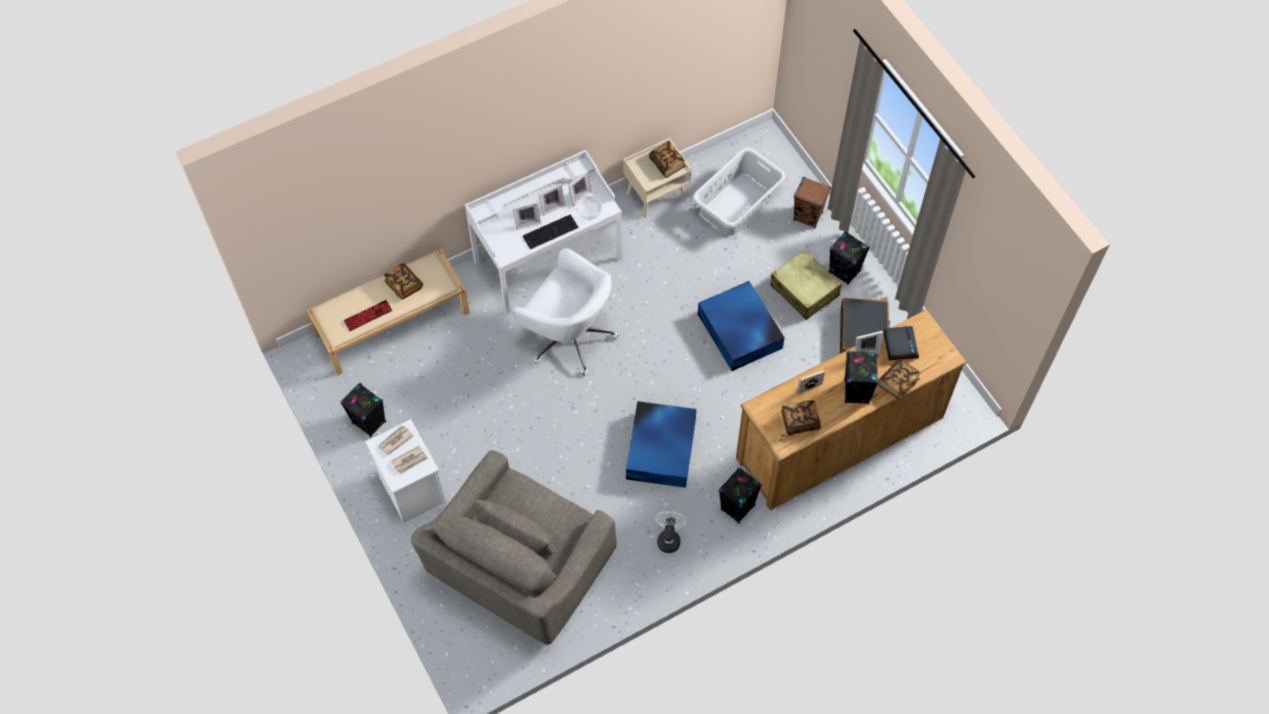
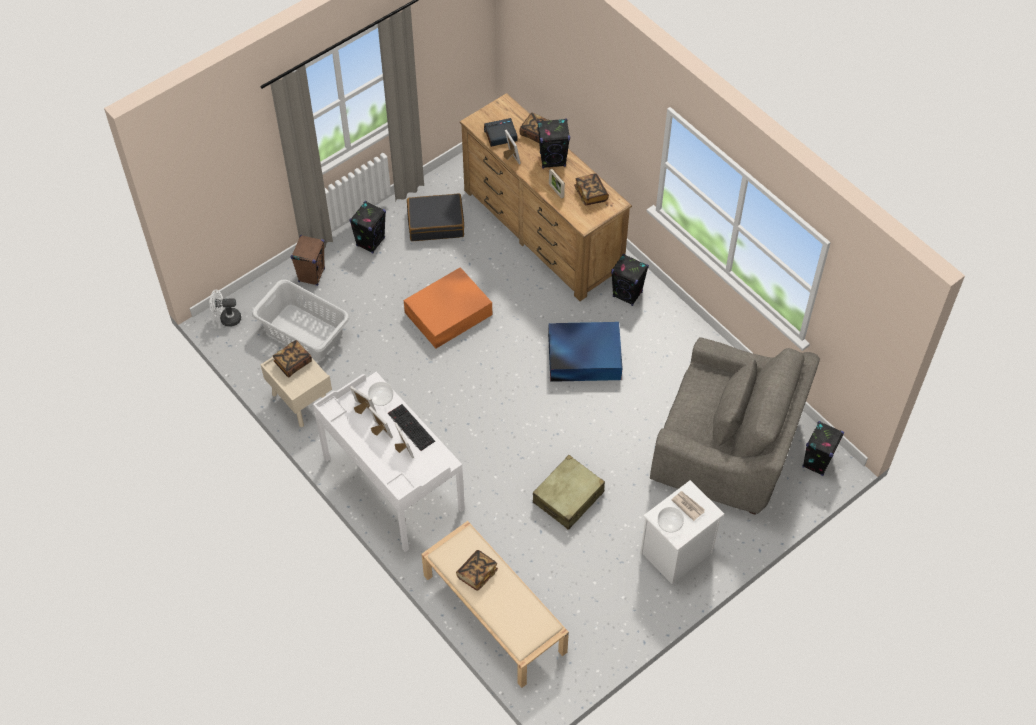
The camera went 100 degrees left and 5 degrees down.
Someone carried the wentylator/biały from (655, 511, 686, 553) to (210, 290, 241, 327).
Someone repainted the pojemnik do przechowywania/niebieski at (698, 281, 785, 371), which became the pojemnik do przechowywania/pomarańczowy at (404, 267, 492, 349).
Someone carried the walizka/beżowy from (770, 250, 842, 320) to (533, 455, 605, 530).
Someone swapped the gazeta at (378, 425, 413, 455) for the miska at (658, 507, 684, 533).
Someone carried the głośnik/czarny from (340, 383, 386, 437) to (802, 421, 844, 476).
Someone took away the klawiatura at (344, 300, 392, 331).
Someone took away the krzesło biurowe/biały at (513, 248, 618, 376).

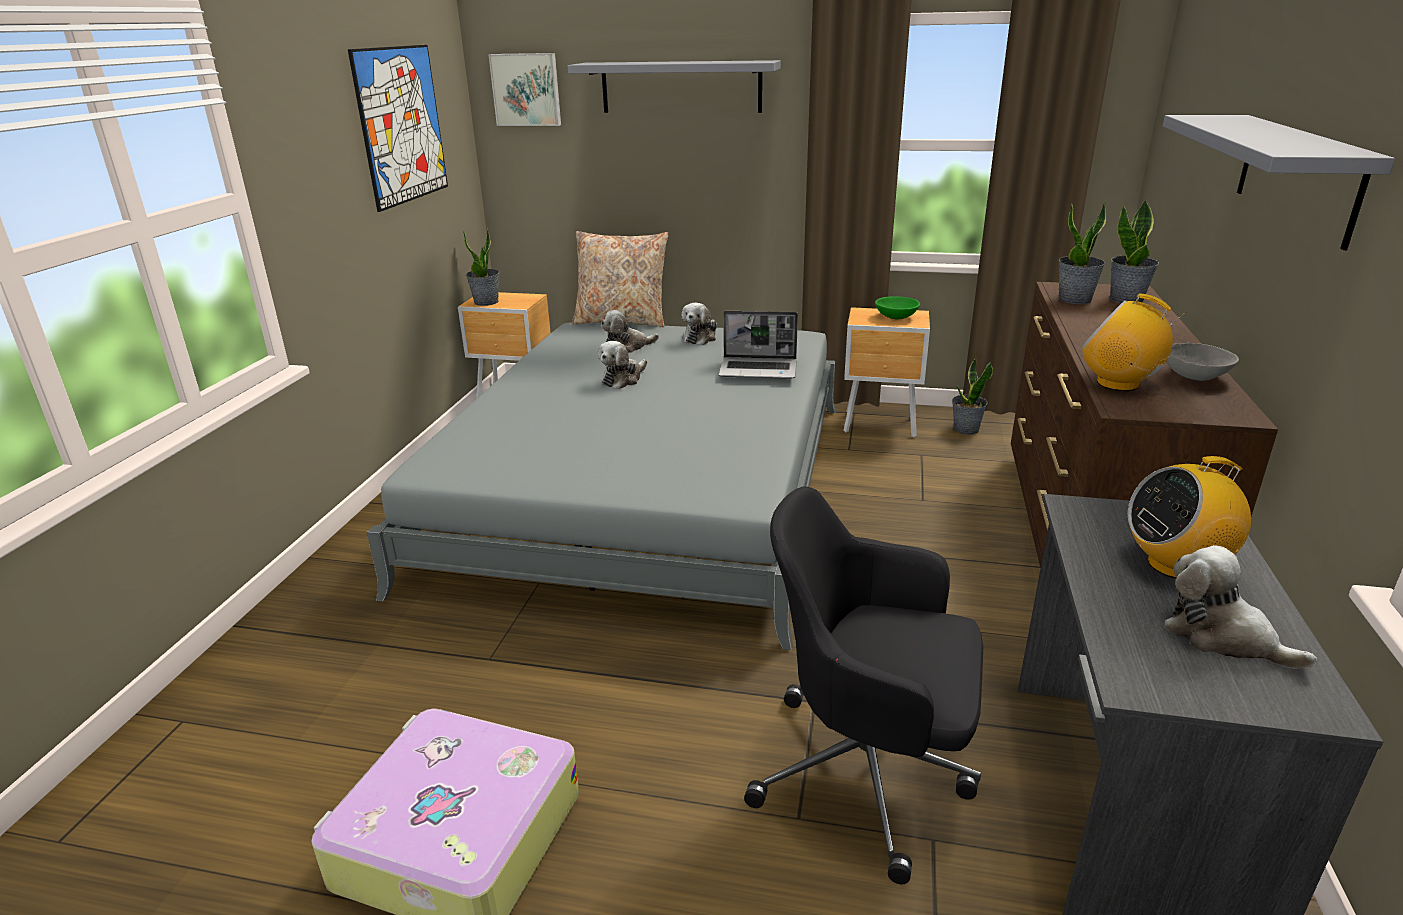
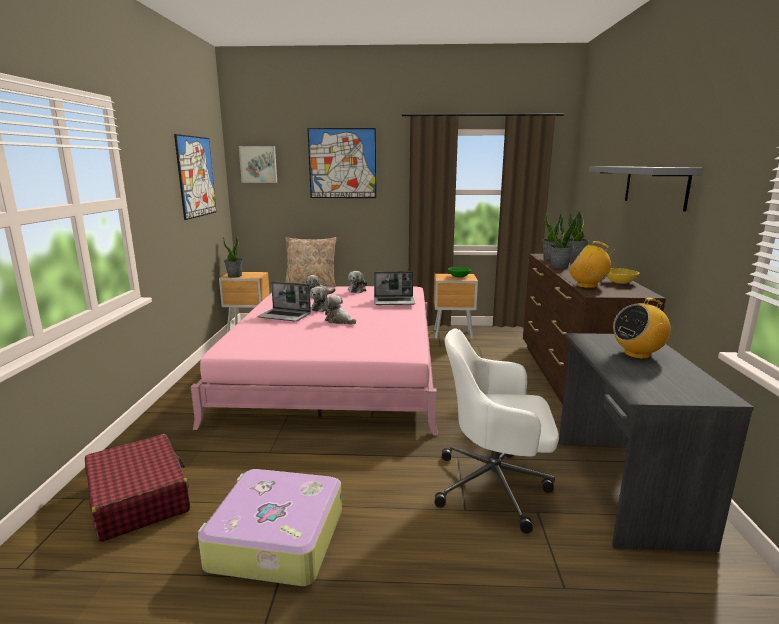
The camera went 10 degrees left and 10 degrees down.
Someone put down the walizka/czerwony at (85, 434, 190, 542).
Someone repainted the łóżko/szary at (367, 323, 836, 651), which became the łóżko/różowy at (191, 286, 438, 436).
Someone put down the laptop at (258, 281, 311, 322).
Someone swapped the półka/szary at (568, 60, 781, 113) for the obraz at (308, 128, 376, 198).
Someone carried the pluszak from (1164, 545, 1317, 669) to (324, 295, 356, 325).
Someone repainted the krzesło biurowe/czarny at (744, 486, 983, 884), which became the krzesło biurowe/biały at (435, 328, 559, 533).
Someone carried the roślina doniczkowa from (952, 356, 993, 435) to (549, 216, 577, 269).
Someone repainted the miska/szary at (1166, 343, 1239, 381), which became the miska/żółty at (607, 268, 639, 284).

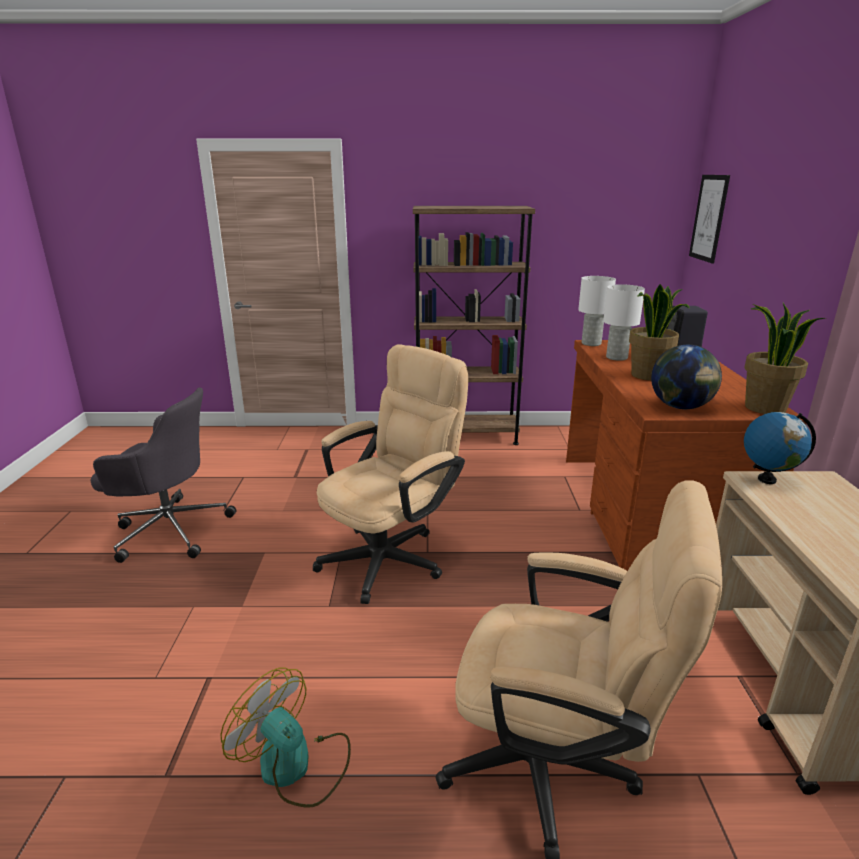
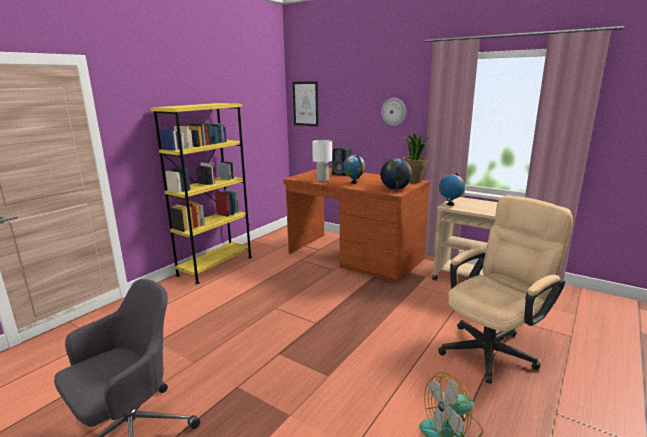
The camera went 55 degrees left and 5 degrees down.
Someone repainted the regał/brązowy at (413, 206, 535, 445), which became the regał/żółty at (151, 103, 252, 284).
Someone swapped the roślina doniczkowa at (629, 284, 690, 380) for the globus at (343, 155, 365, 184).
Someone put up the zegar ścienny at (381, 98, 406, 126).
Someone took away the krzesło biurowe/beżowy at (313, 344, 468, 604).
Someone took away the lampa stołowa/biały at (578, 276, 616, 346).

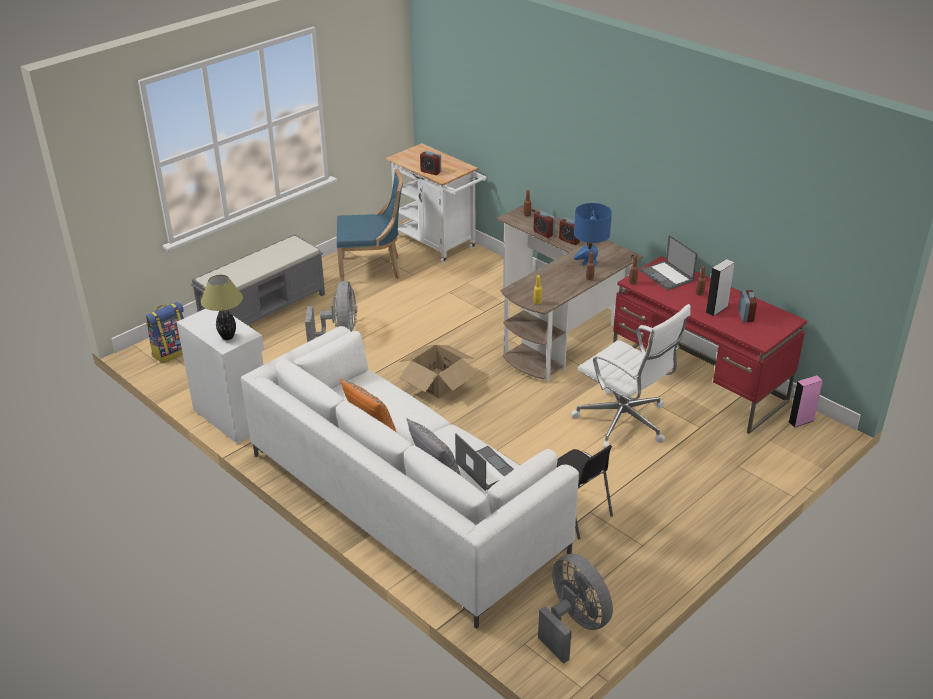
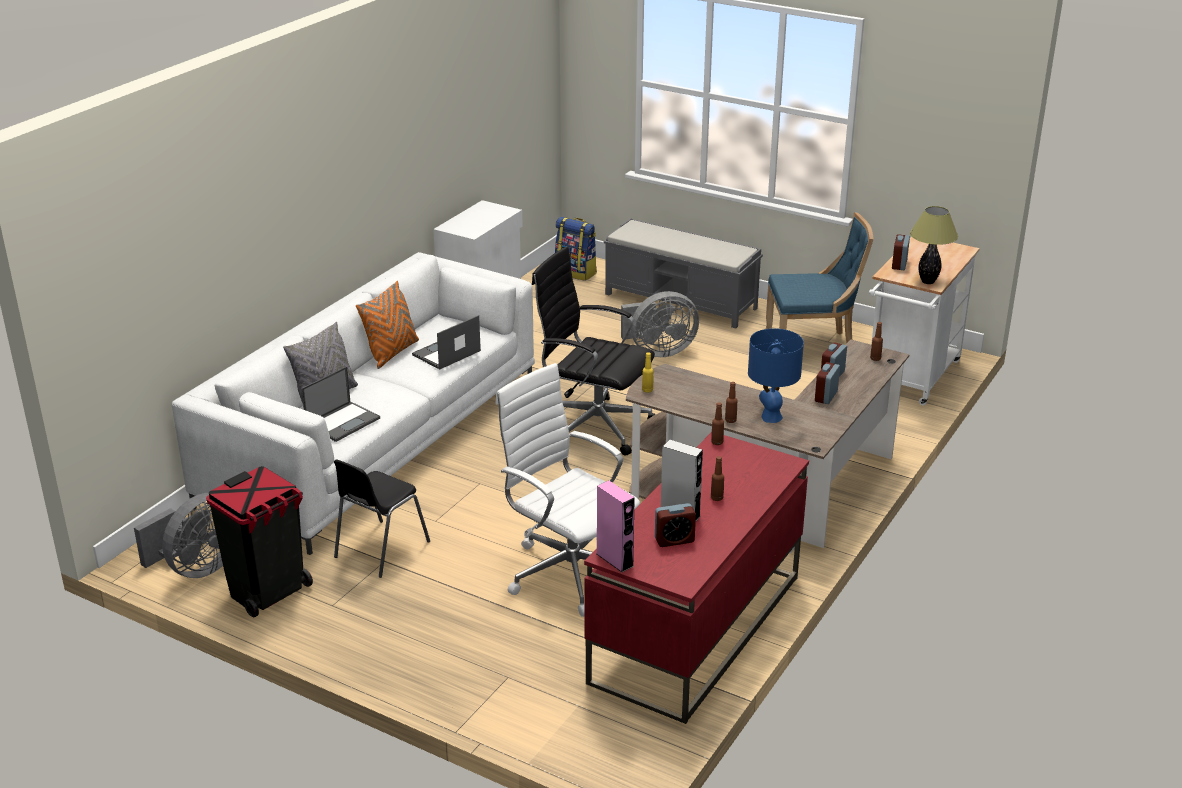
The camera went 75 degrees right and 5 degrees down.
Someone put down the kosz na śmieci/czarny at (206, 466, 313, 617).
Someone carried the laptop from (640, 235, 698, 290) to (412, 315, 481, 370).
Someone rotated the krzesło biurowe/biały at (571, 304, 691, 449) by 105 degrees clockwise.
Someone swapped the karton at (399, 345, 477, 398) for the krzesło biurowe/czarny at (532, 247, 655, 456).
Someone carried the głośnik/różowy from (789, 375, 823, 428) to (597, 481, 635, 572).
Someone rotated the krzesło/niebieski at (337, 169, 403, 282) by 75 degrees counterclockwise.
Someone carried the lampa stołowa from (201, 275, 243, 340) to (910, 206, 958, 284).

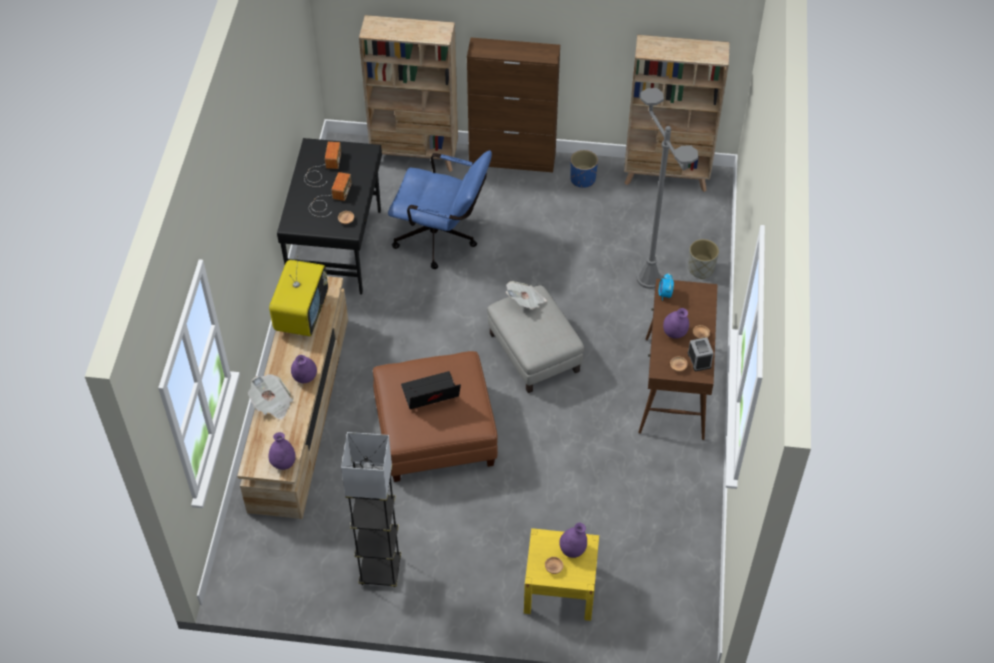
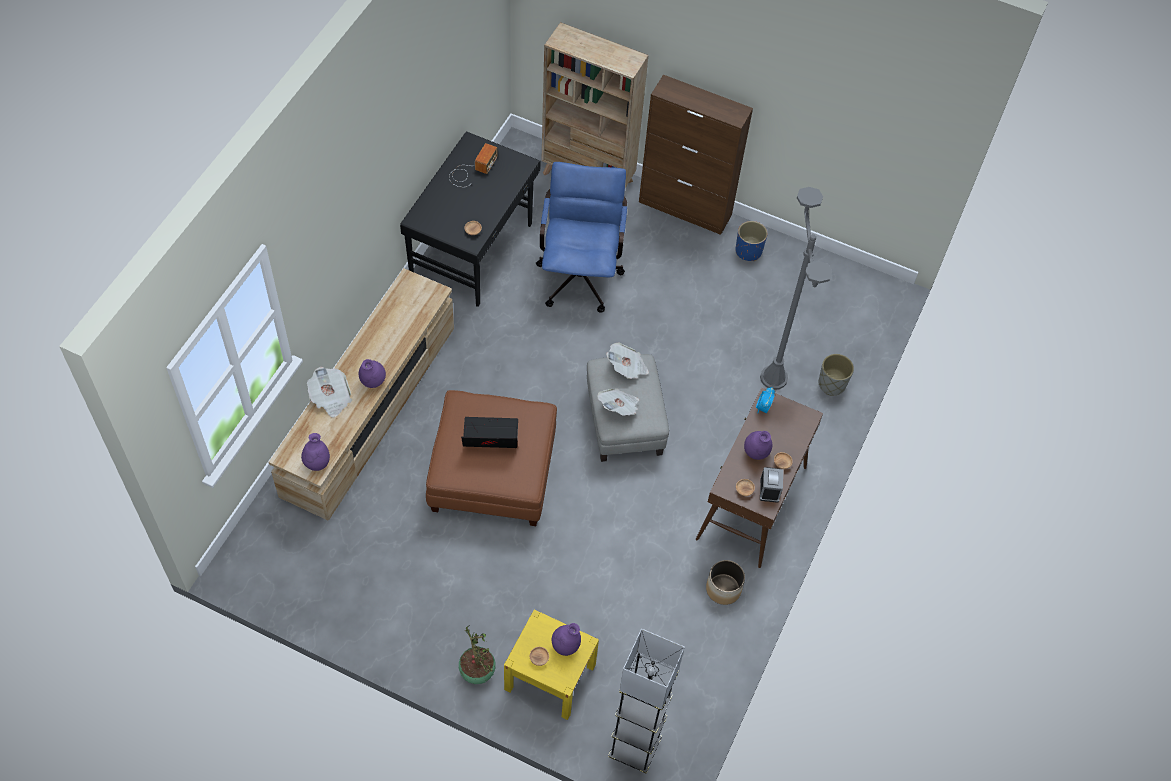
The camera went 15 degrees right and 5 degrees up.
Someone put down the roślina doniczkowa at (459, 625, 496, 684).
Someone rotated the krzesło biurowe/niebieski at (388, 150, 492, 269) by 120 degrees counterclockwise.
Someone put down the gazeta at (597, 388, 639, 416).
Someone carried the lampa stojąca/szary from (341, 432, 401, 588) to (608, 629, 685, 773).
Someone put down the donica at (706, 560, 745, 605).
Someone took away the telewizor at (269, 255, 328, 336).
Someone took away the radio at (309, 172, 352, 217).
Someone took away the regał/beżowy at (624, 35, 730, 192).

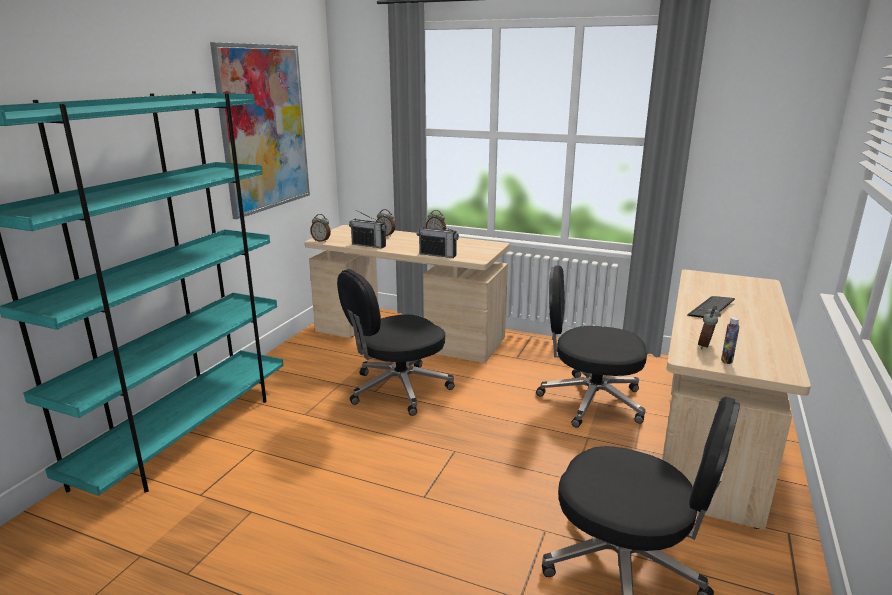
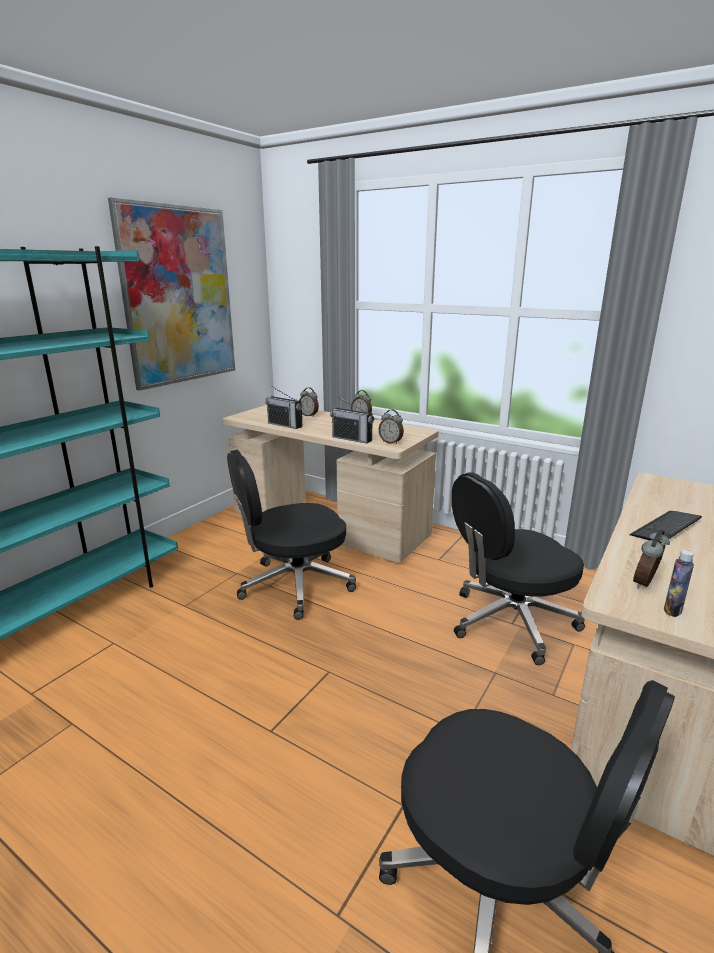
The camera went 10 degrees right and 0 degrees up.
Someone carried the budzik from (310, 214, 331, 242) to (379, 409, 404, 444).
Someone rotated the krzesło biurowe/czarny at (536, 266, 647, 428) by 45 degrees counterclockwise.

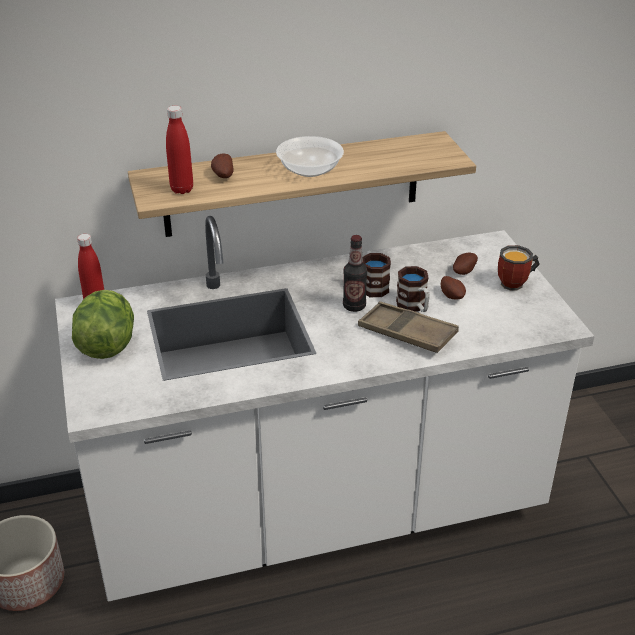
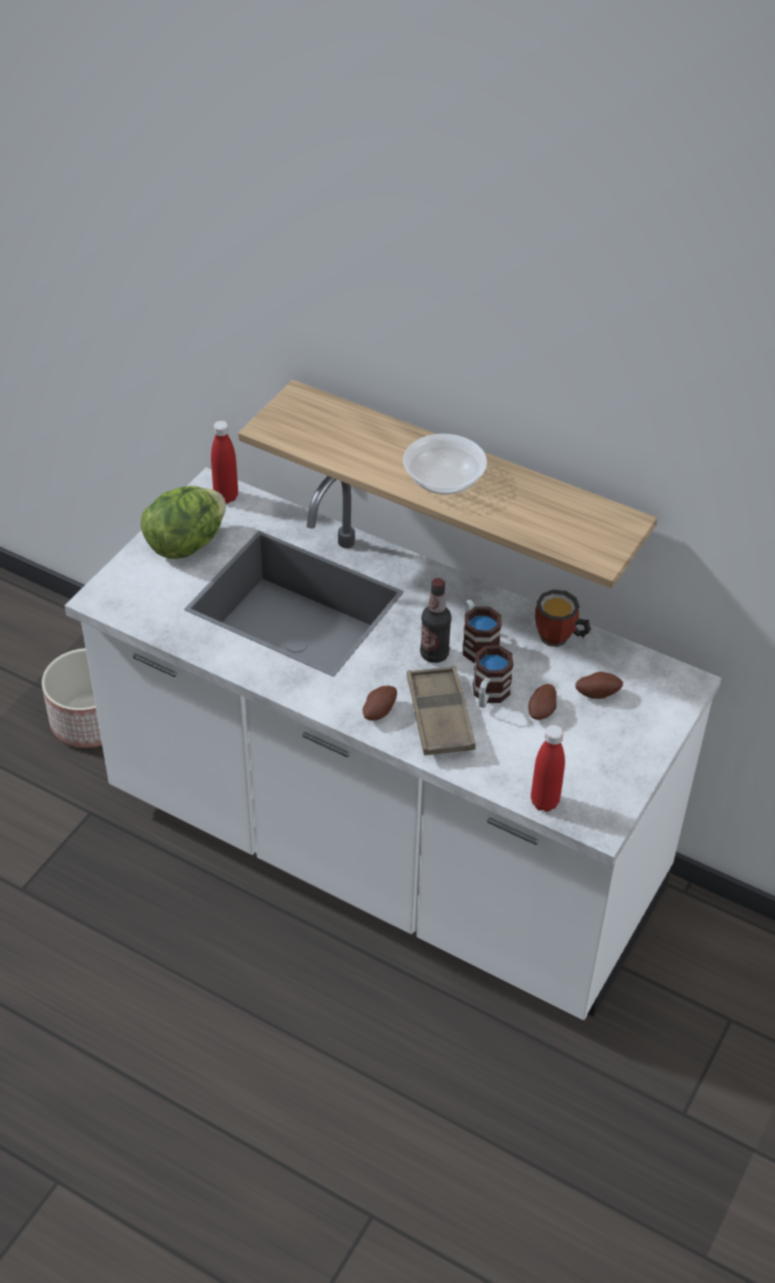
The camera went 45 degrees right and 10 degrees up.
Someone carried the ziemniak from (211, 154, 234, 178) to (363, 686, 397, 720).
Someone carried the butelka/czerwony from (166, 106, 193, 194) to (531, 725, 565, 812).
Someone carried the kubek from (498, 245, 540, 291) to (535, 589, 591, 647).

